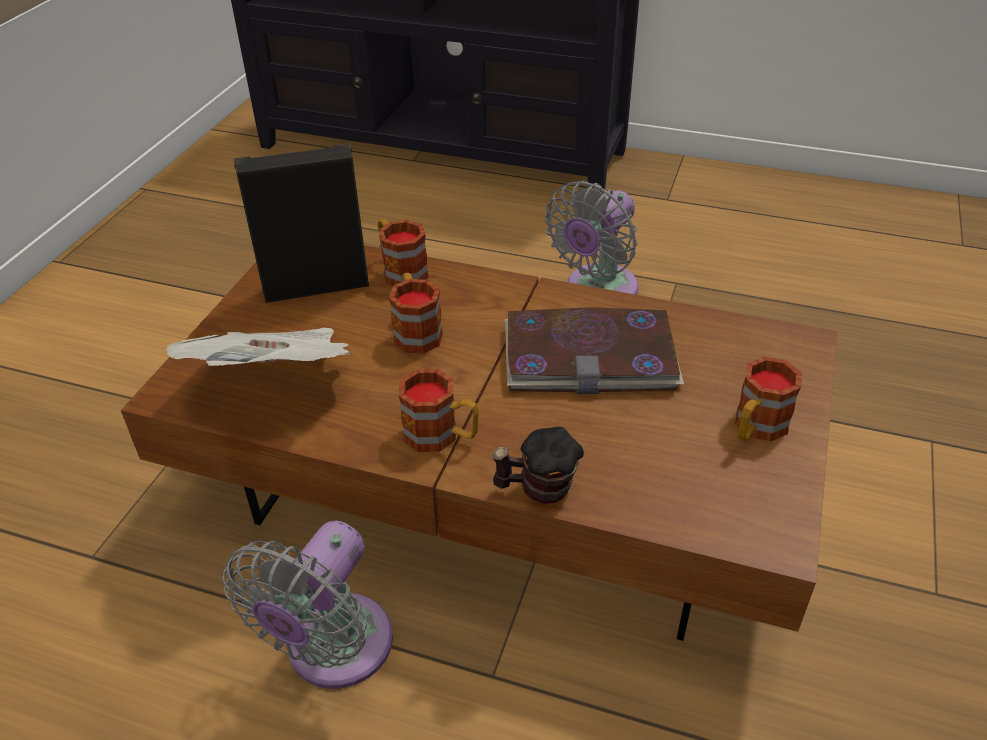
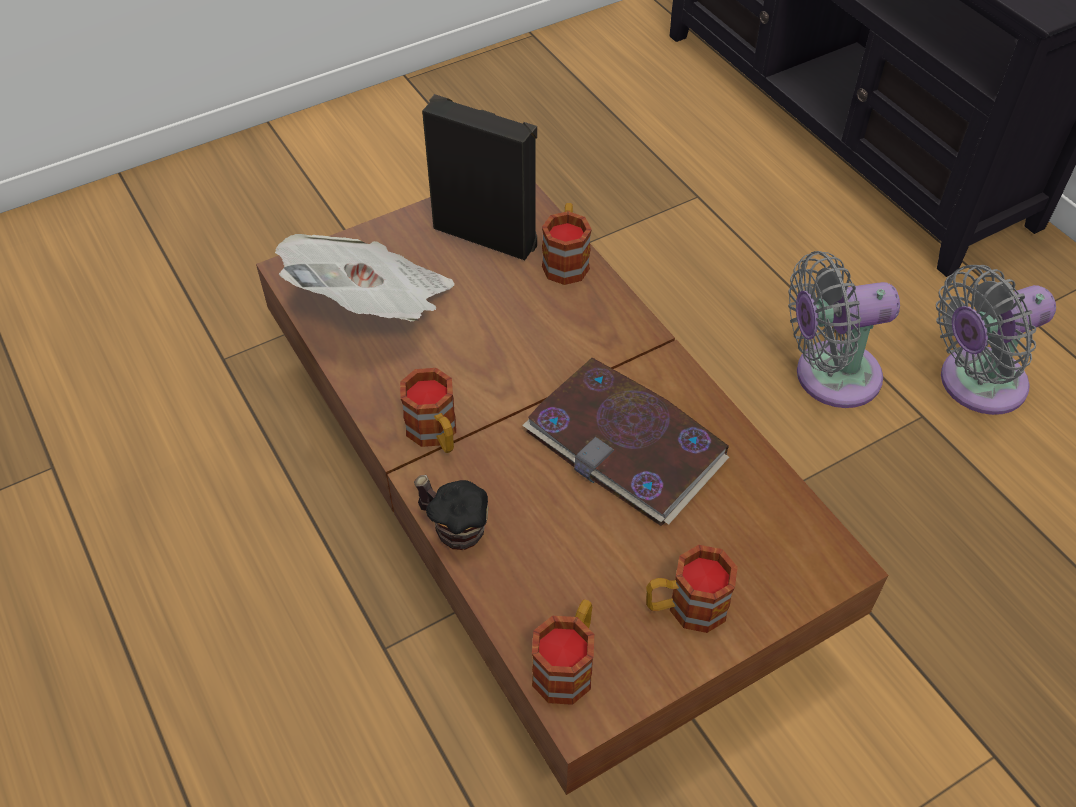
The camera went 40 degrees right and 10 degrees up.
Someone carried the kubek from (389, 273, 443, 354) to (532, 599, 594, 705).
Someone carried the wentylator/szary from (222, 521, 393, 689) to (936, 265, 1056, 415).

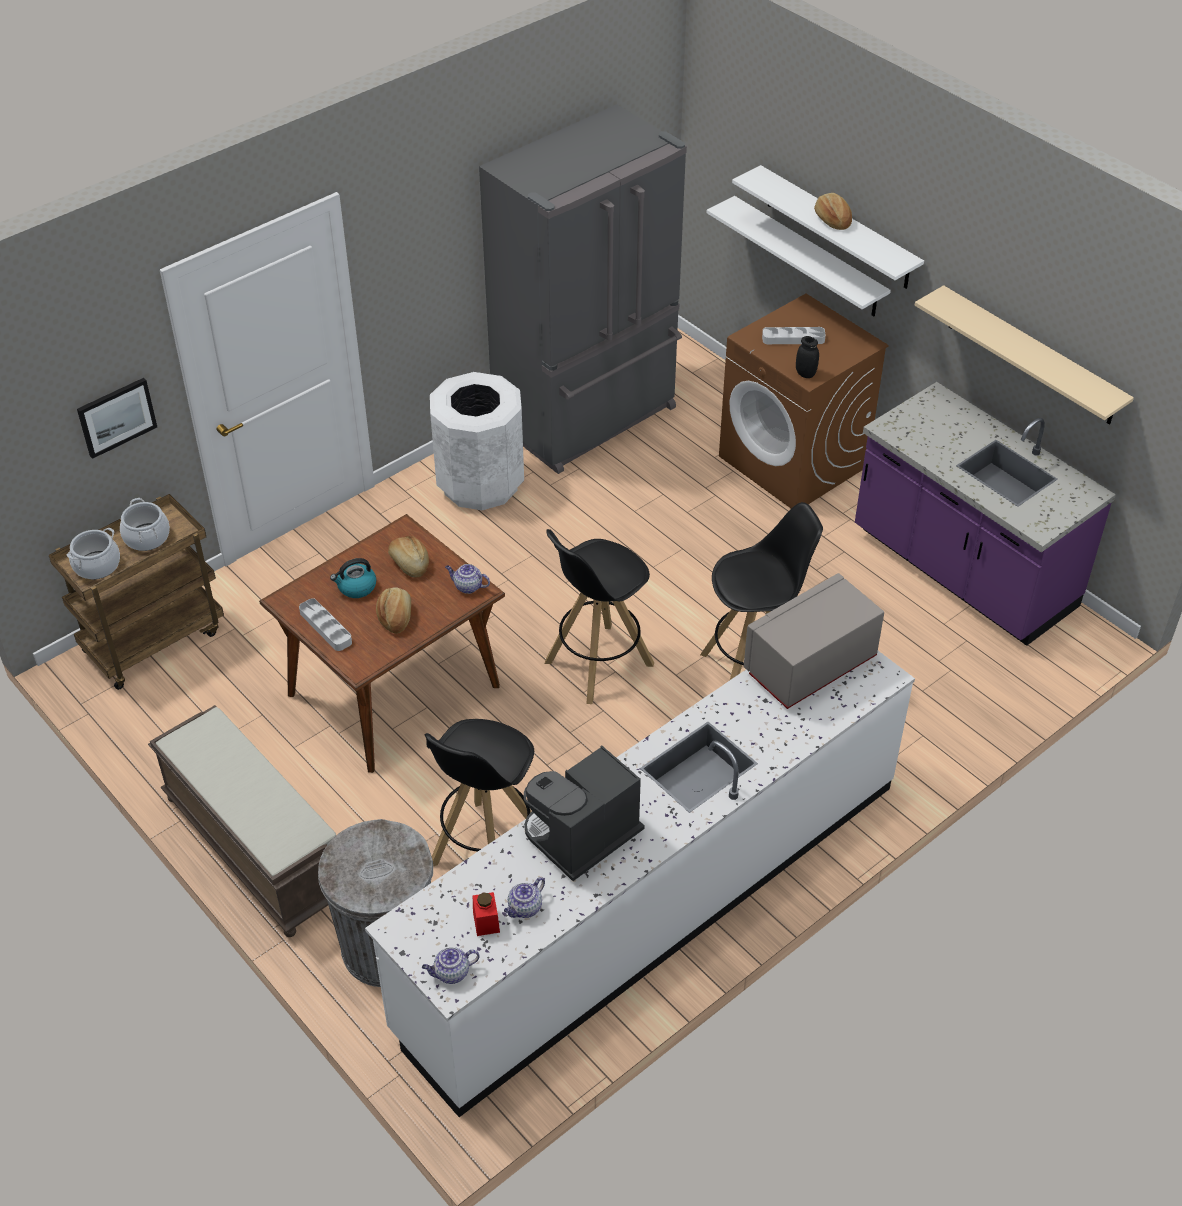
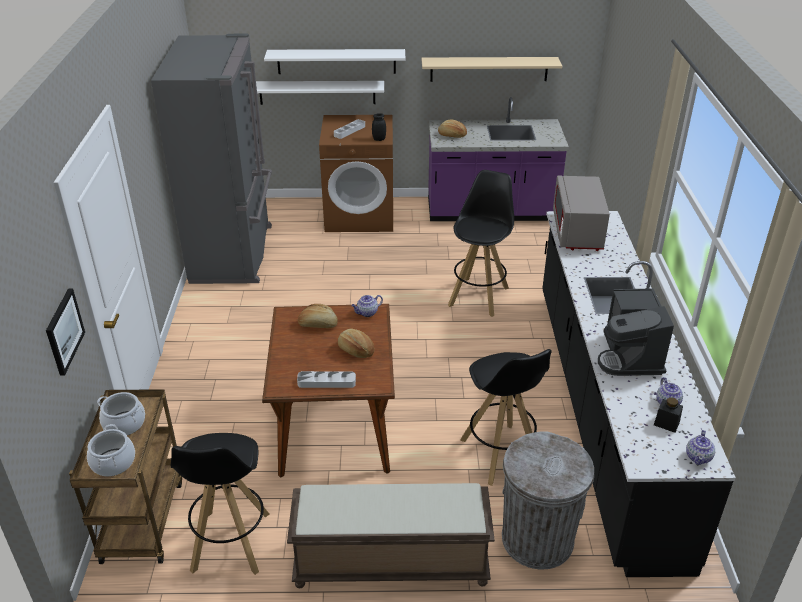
The camera went 50 degrees left and 10 degrees down.
Someone carried the stołek/czarny from (545, 529, 654, 704) to (171, 433, 269, 575).
Someone carried the chleb from (814, 193, 852, 230) to (438, 120, 467, 138).
Someone repainted the zabudowa kuchenna/biały at (365, 651, 915, 1117), which became the zabudowa kuchenna/czarny at (542, 211, 736, 577).
Someone repainted the słoik/czerwony at (473, 892, 500, 936), which became the słoik/czarny at (654, 397, 683, 433).
Someone took away the czajnik at (330, 558, 376, 598).
Someone took away the kosz na śmieci/biały at (430, 372, 524, 510).

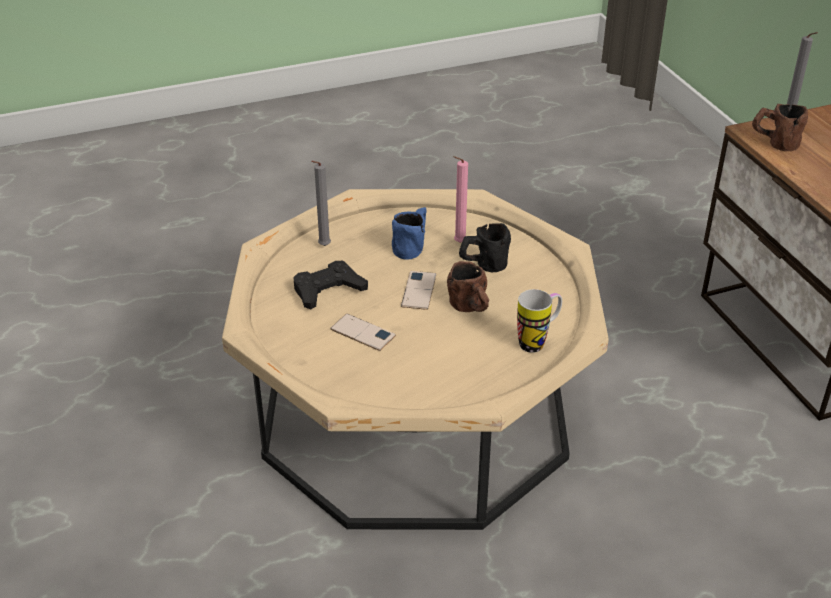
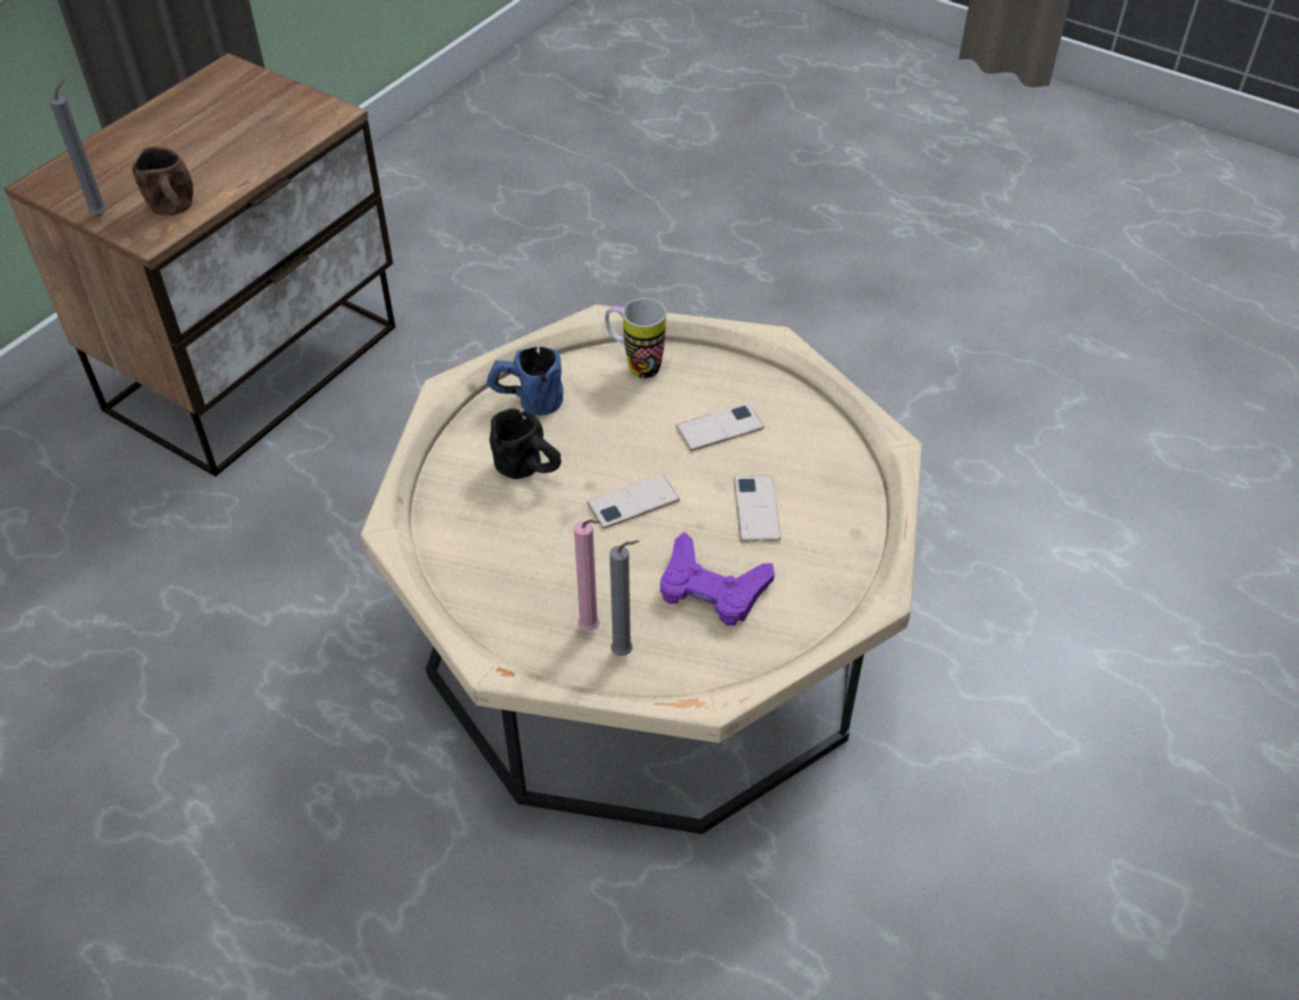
The camera went 125 degrees left and 10 degrees up.
Someone carried the kubek/niebieski from (392, 207, 427, 260) to (487, 346, 563, 416).
Someone carried the świeca/różowy from (453, 156, 468, 243) to (574, 519, 601, 631).
Someone repainted the pad do gier/czarny at (294, 261, 368, 309), which became the pad do gier/fioletowy at (660, 532, 775, 626).
Someone put down the telefon at (676, 403, 764, 451).
Someone took away the kubek/brązowy at (447, 261, 489, 312).

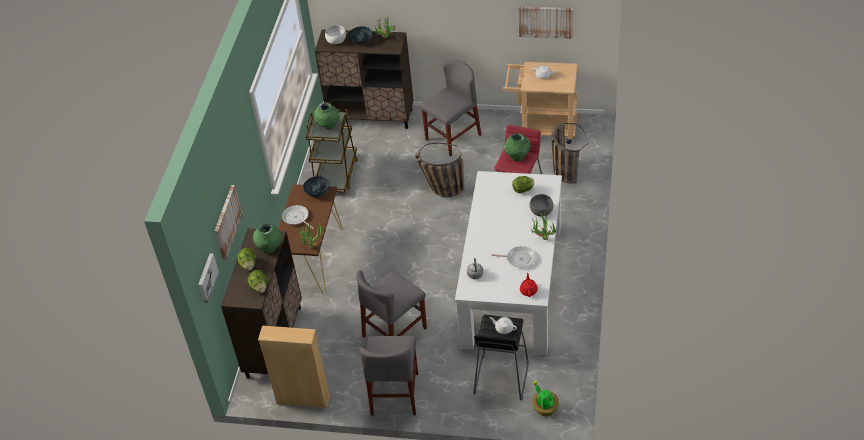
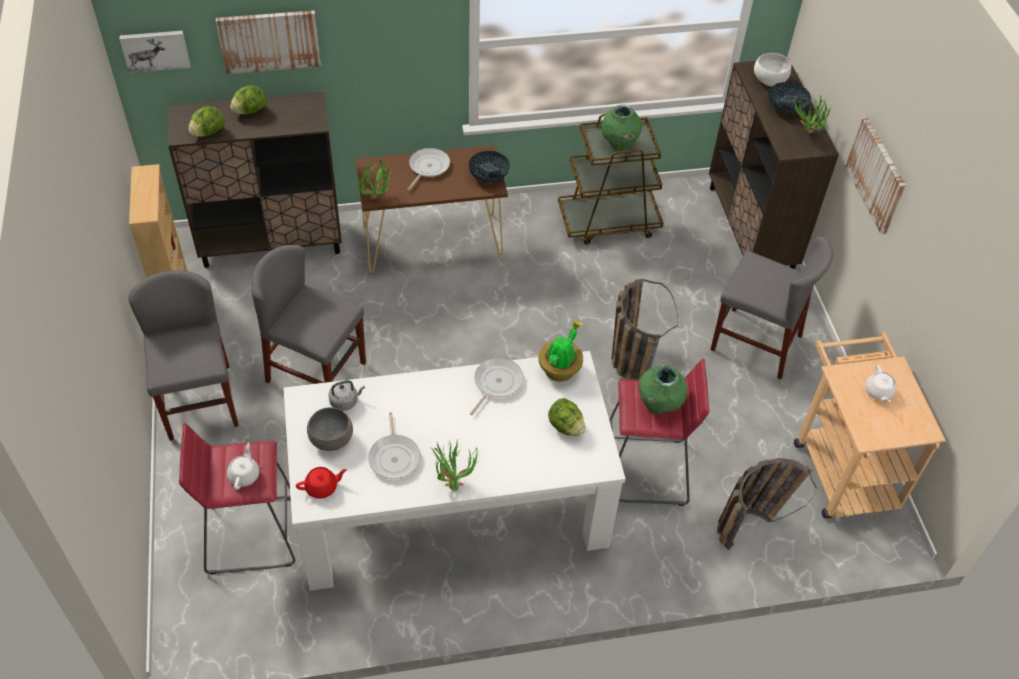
The camera went 65 degrees right and 5 degrees up.
Someone rotated the krzesło/szary at (359, 336, 418, 416) by 90 degrees clockwise.
Someone repainted the stołek/czarny at (473, 315, 529, 400), which became the stołek/czerwony at (179, 423, 295, 575).
Someone carried the miska/szary from (530, 194, 553, 217) to (307, 407, 353, 451).
Someone put down the patelnia at (470, 358, 524, 415).
Someone carried the roślina doniczkowa from (532, 381, 559, 417) to (538, 320, 583, 382).
Someone carried the obraz from (518, 6, 573, 39) to (845, 117, 906, 234).
Someone took away the wazon/zielony at (253, 223, 282, 254).

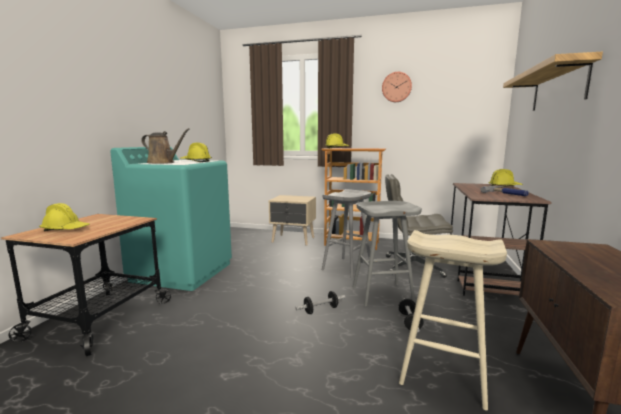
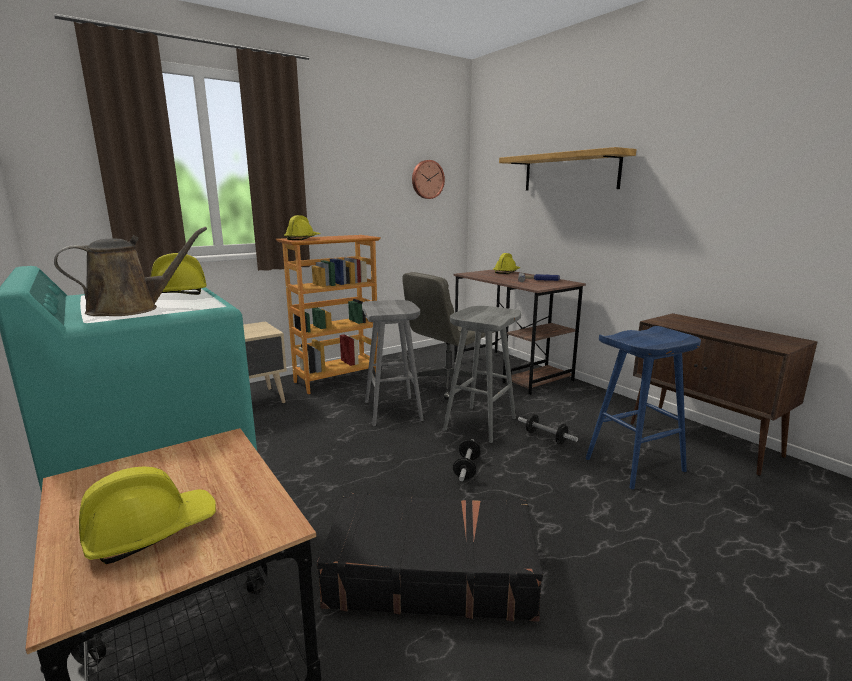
The camera went 50 degrees left and 5 degrees up.
Someone put down the walizka/czarny at (317, 492, 543, 622).
Someone carried the zegar ścienny from (382, 72, 412, 102) to (412, 160, 445, 199).
Someone repainted the stołek/beżowy at (399, 230, 507, 410), which became the stołek/niebieski at (586, 326, 701, 489).

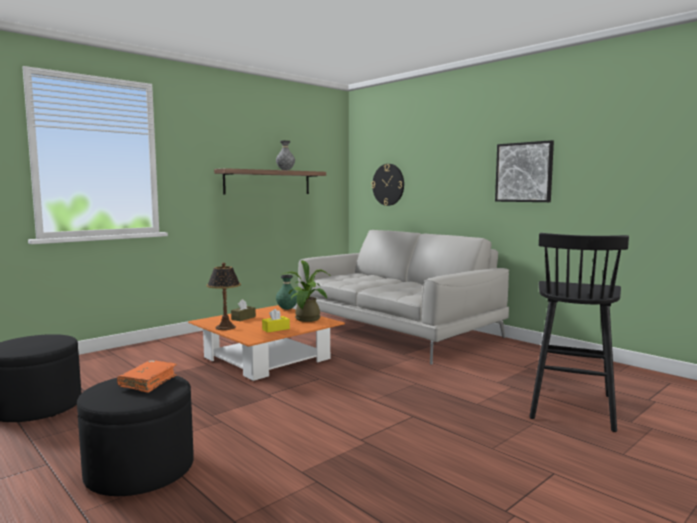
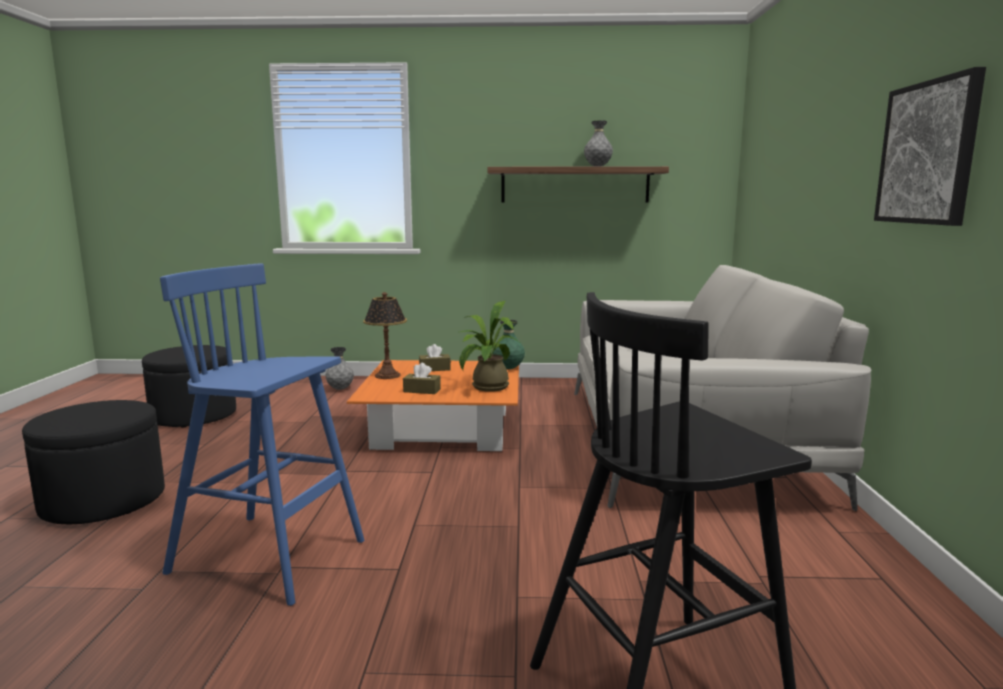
The camera went 45 degrees right and 5 degrees up.
Someone put down the stołek/niebieski at (160, 263, 364, 606).
Someone put down the wazon/szary at (325, 347, 354, 390).
Someone repainted the pudełko chusteczek/żółty at (262, 309, 290, 332), which became the pudełko chusteczek/brązowy at (403, 363, 441, 394).
Someone took away the książka/pomarańczowy at (117, 360, 177, 393).
Someone took away the zegar ścienny at (372, 164, 404, 206).

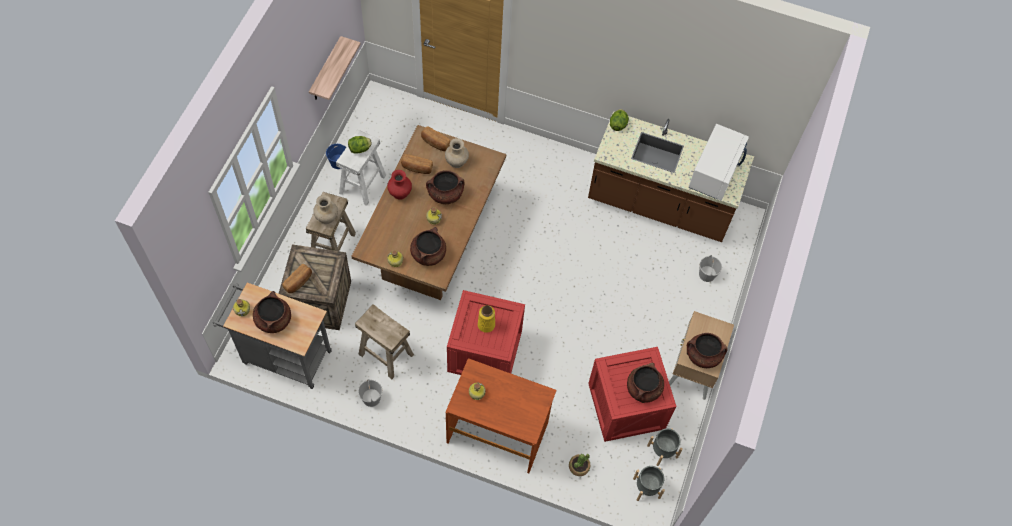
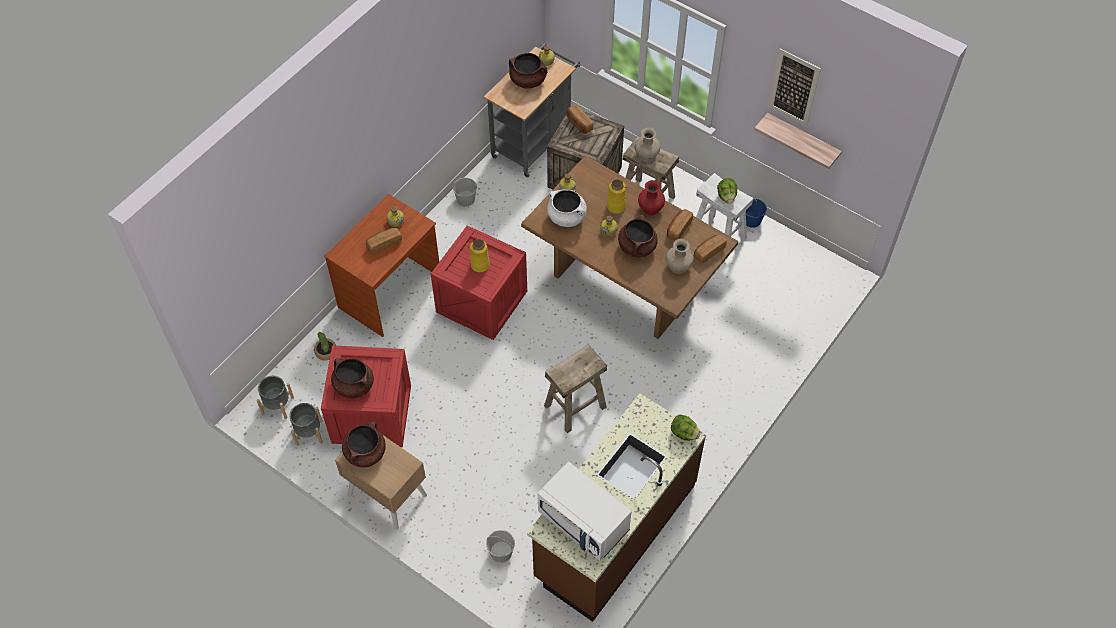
The camera went 110 degrees right and 5 degrees down.
Someone put down the chleb at (366, 228, 402, 254).
Someone carried the stołek/beżowy from (355, 304, 414, 379) to (544, 344, 607, 433).
Someone repainted the garnek/brązowy at (410, 227, 446, 266), which became the garnek/biały at (547, 189, 587, 227).
Someone put down the wazon/żółty at (607, 179, 626, 213).
Someone put up the obraz at (768, 48, 821, 126).

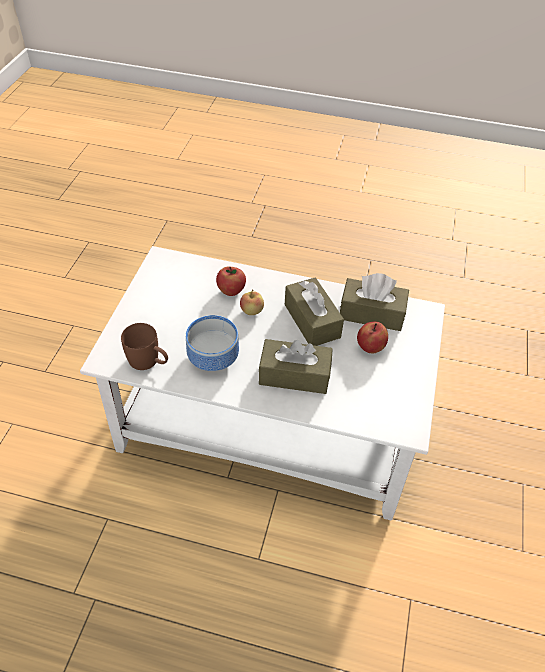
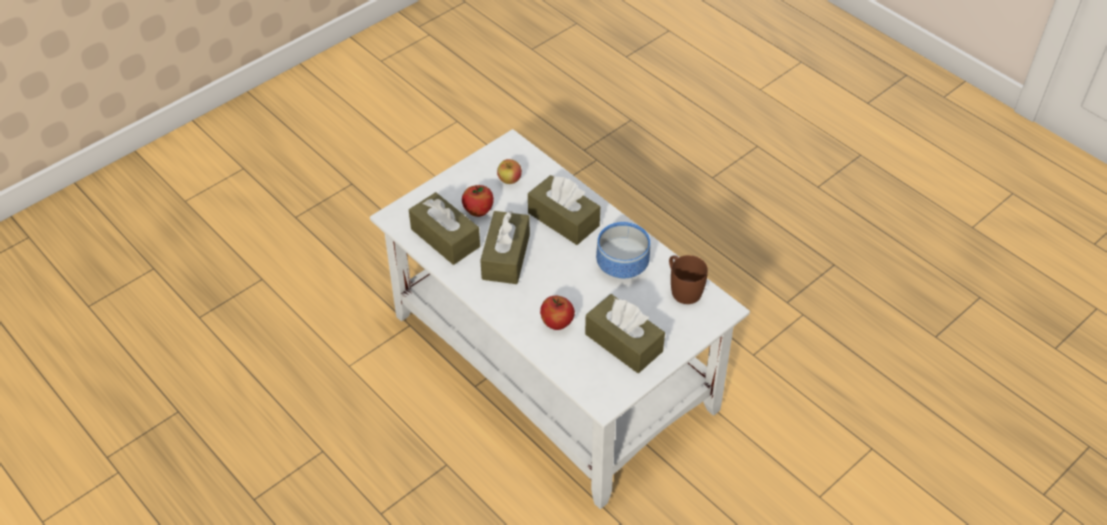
The camera went 145 degrees left and 0 degrees up.
Someone carried the jabłko from (240, 290, 264, 315) to (497, 159, 522, 184).
Someone put down the pudełko chusteczek/brązowy at (585, 294, 665, 373).

